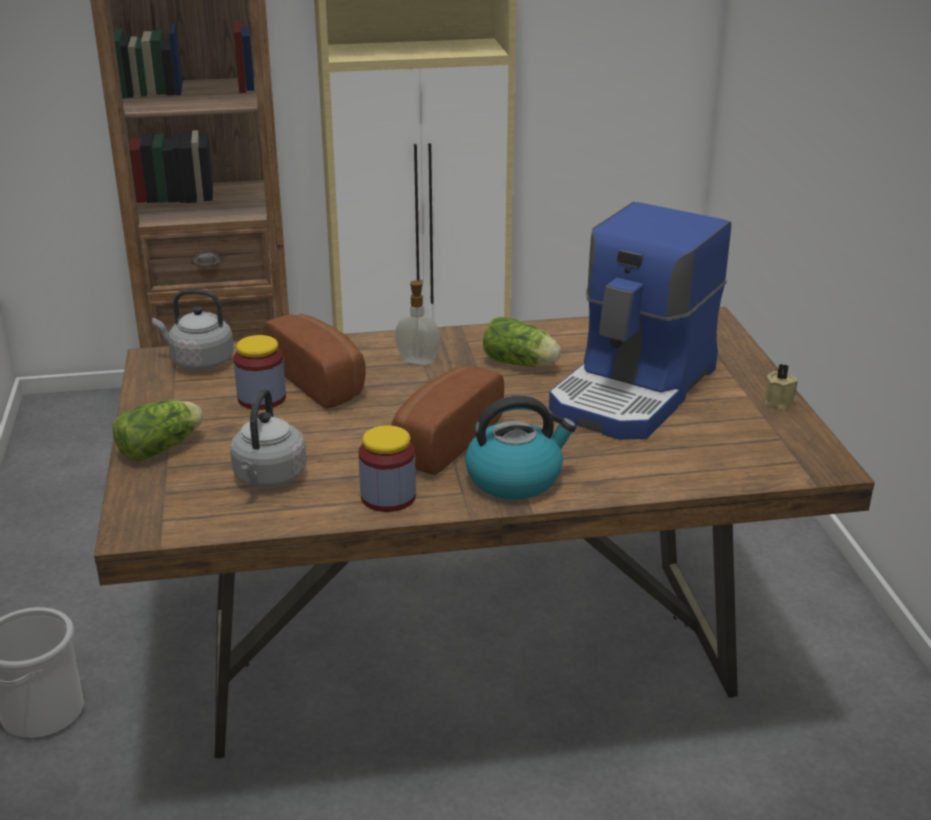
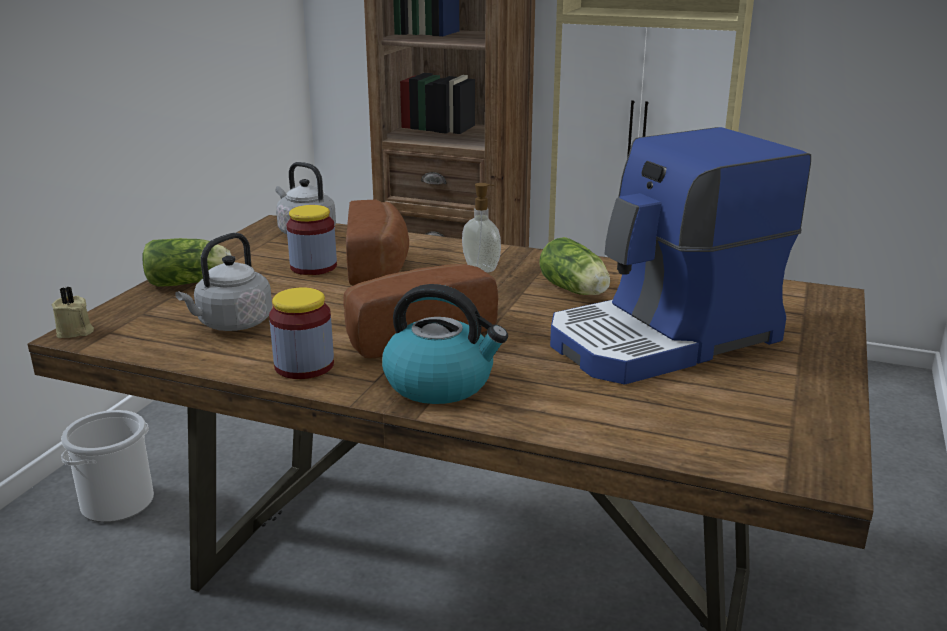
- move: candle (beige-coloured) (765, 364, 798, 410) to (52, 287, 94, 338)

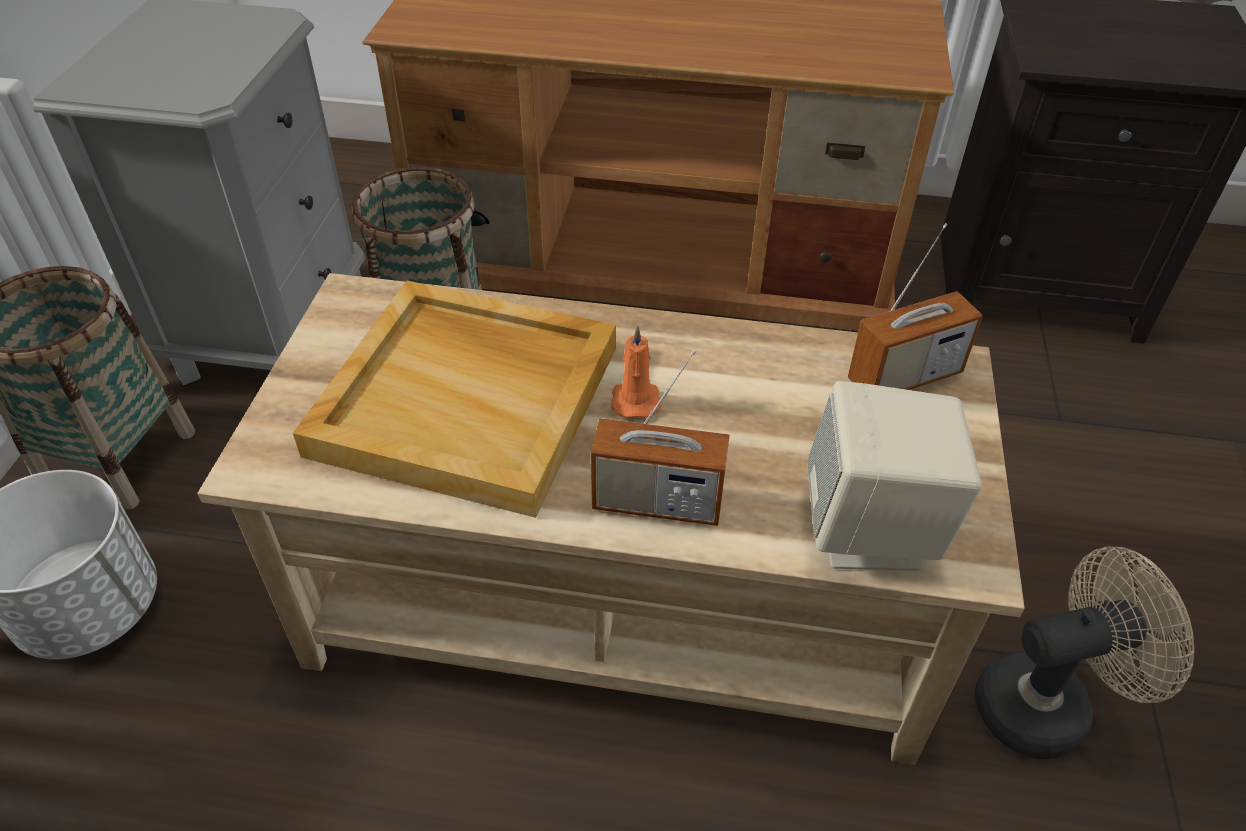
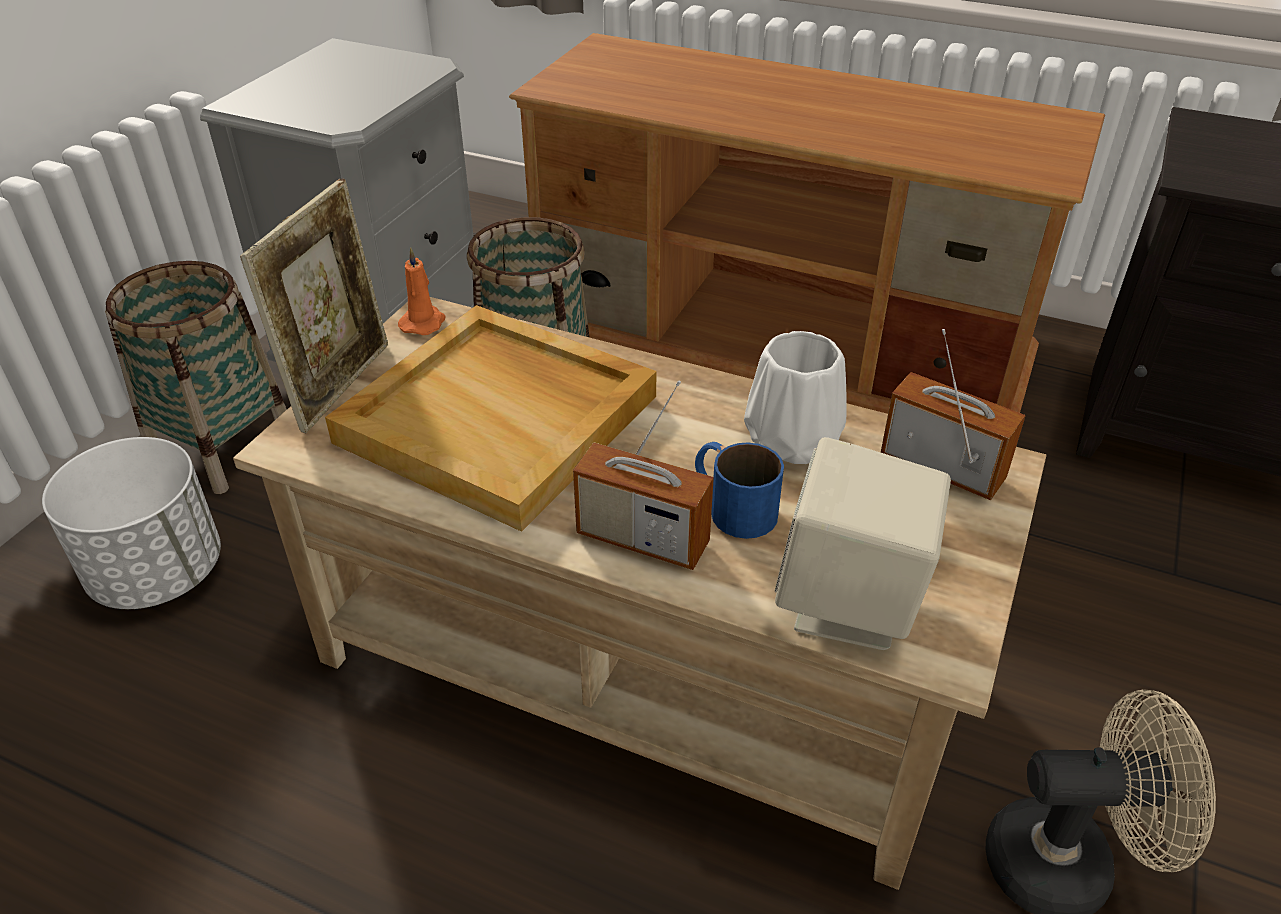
- insert: photo frame (240, 178, 388, 433)
- move: candle (orange-coloured) (611, 325, 662, 418) to (398, 247, 445, 335)
- insert: coffee mug (blue) (695, 442, 784, 539)
- insert: decorative vase (whitish) (744, 331, 847, 464)
- rotate: radio (848, 223, 983, 390) = (881, 329, 1026, 500) 135 degrees counterclockwise

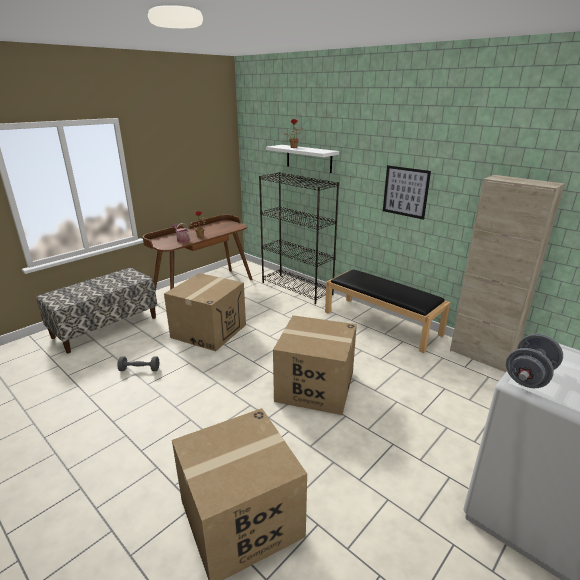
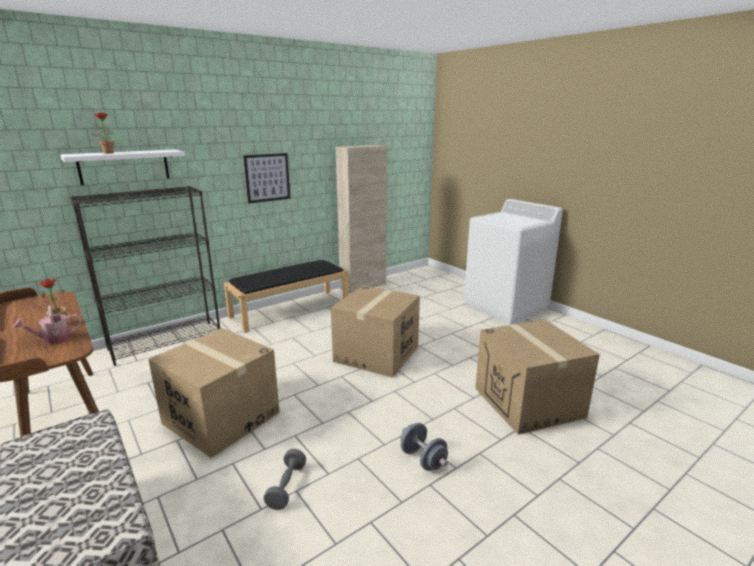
- move: free weight (grey) (506, 334, 563, 388) to (400, 423, 448, 471)

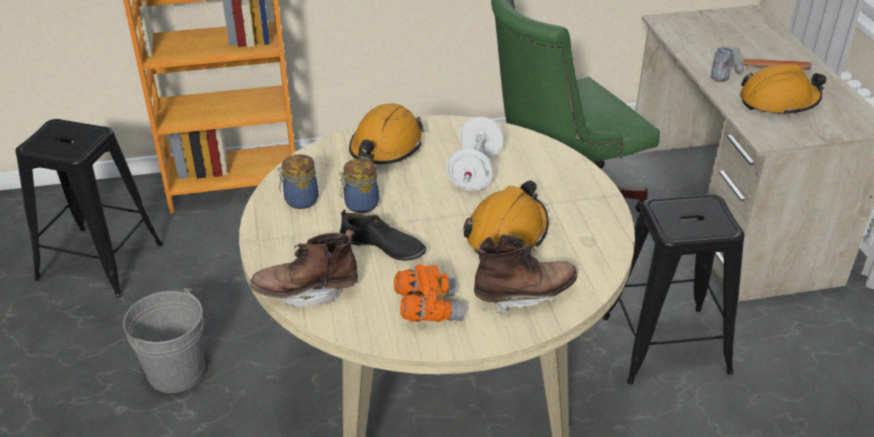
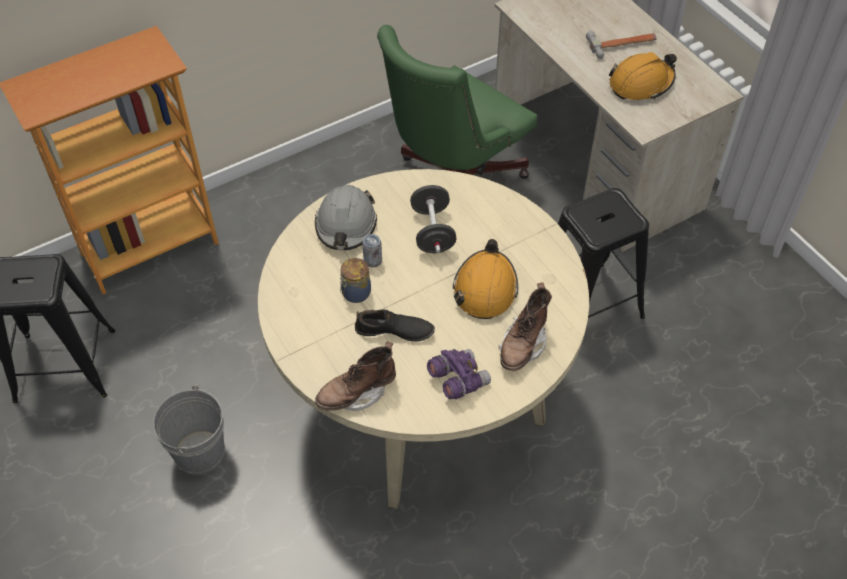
- recolor: safety helmet (orange-coloured) (349, 103, 424, 164) to safety helmet (grey) (315, 185, 377, 250)
- move: metal can (711, 47, 734, 82) to (362, 234, 382, 268)
- recolor: free weight (whitish) (447, 117, 504, 191) to free weight (blackish) (410, 185, 456, 253)
- recolor: pair of binoculars (orange-coloured) (394, 264, 465, 322) to pair of binoculars (purple) (427, 349, 491, 399)
- rotate: tall boot (brown-coloured) (474, 234, 578, 315) = (498, 282, 552, 371) 150 degrees clockwise
- delete: preserve jar (277, 154, 318, 209)

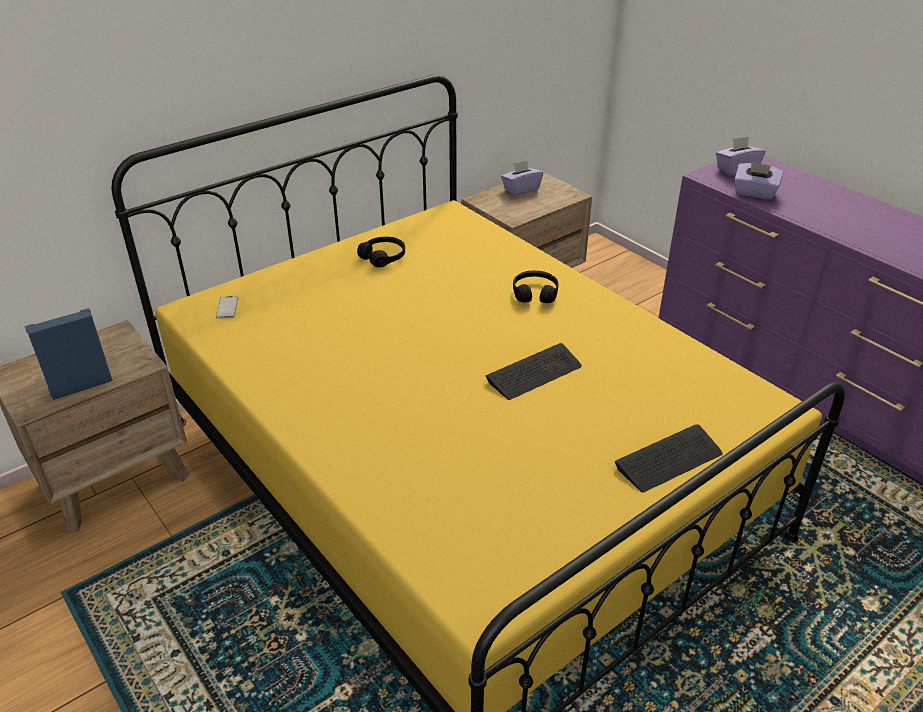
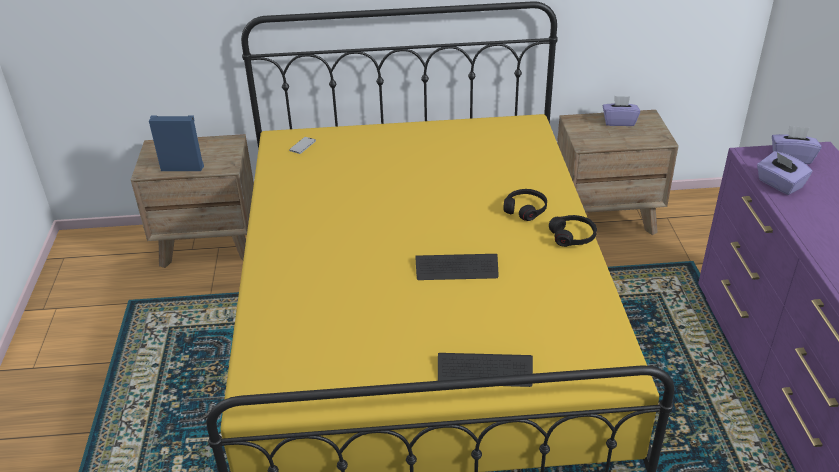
- move: headset (blackish) (357, 237, 405, 267) to (549, 215, 597, 247)

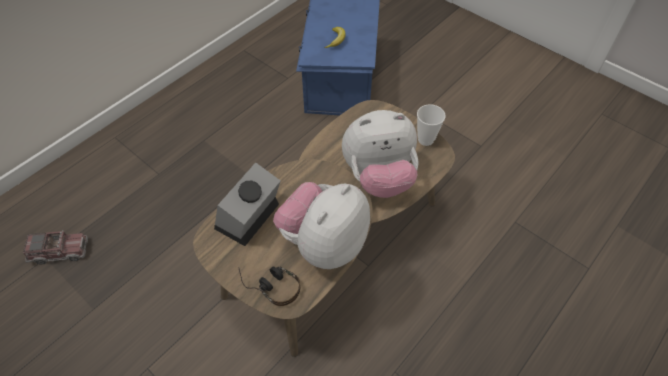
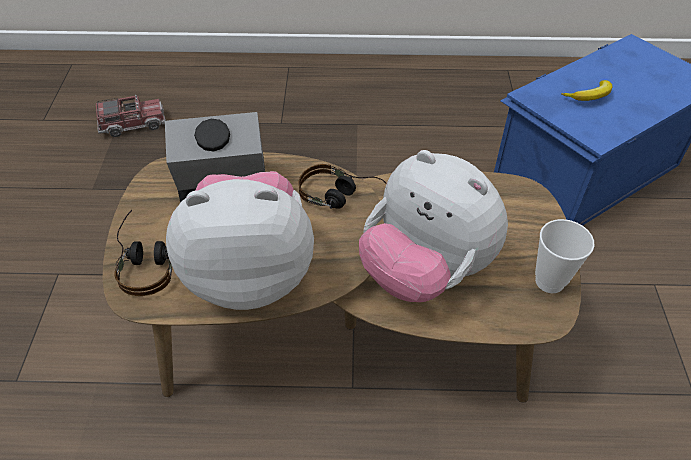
- rotate: model truck (23, 230, 88, 265) = (96, 95, 166, 137) 60 degrees counterclockwise
- insert: headset (298, 164, 387, 209)

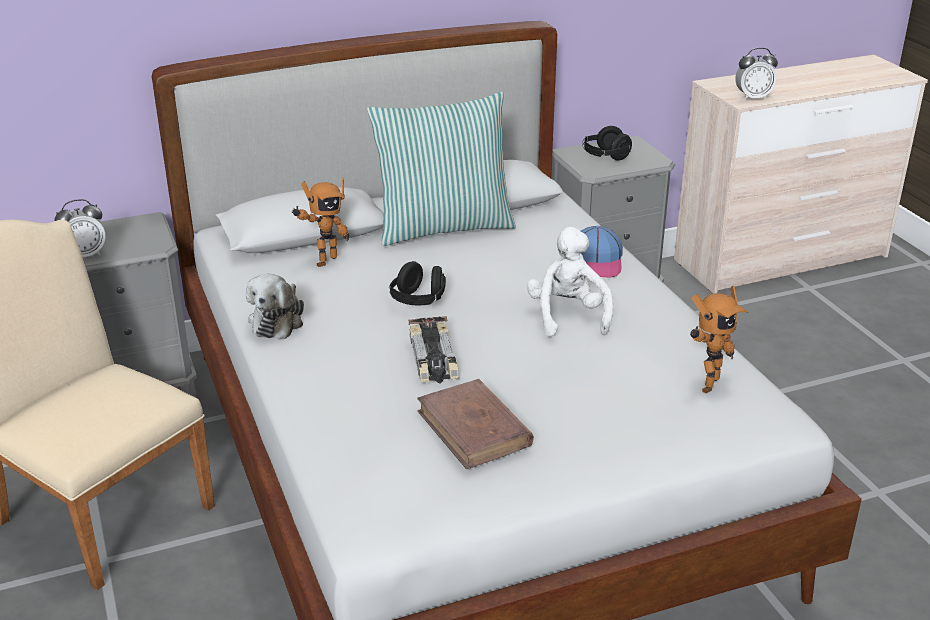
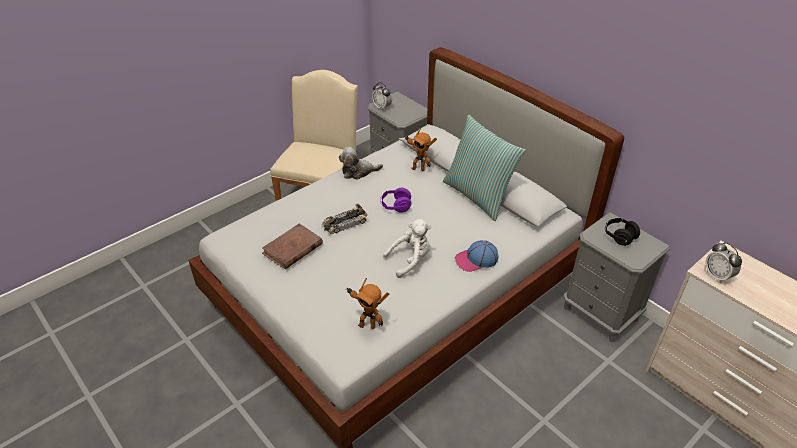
- recolor: headset (blackish) (389, 261, 446, 305) to headset (purple) (380, 188, 411, 213)

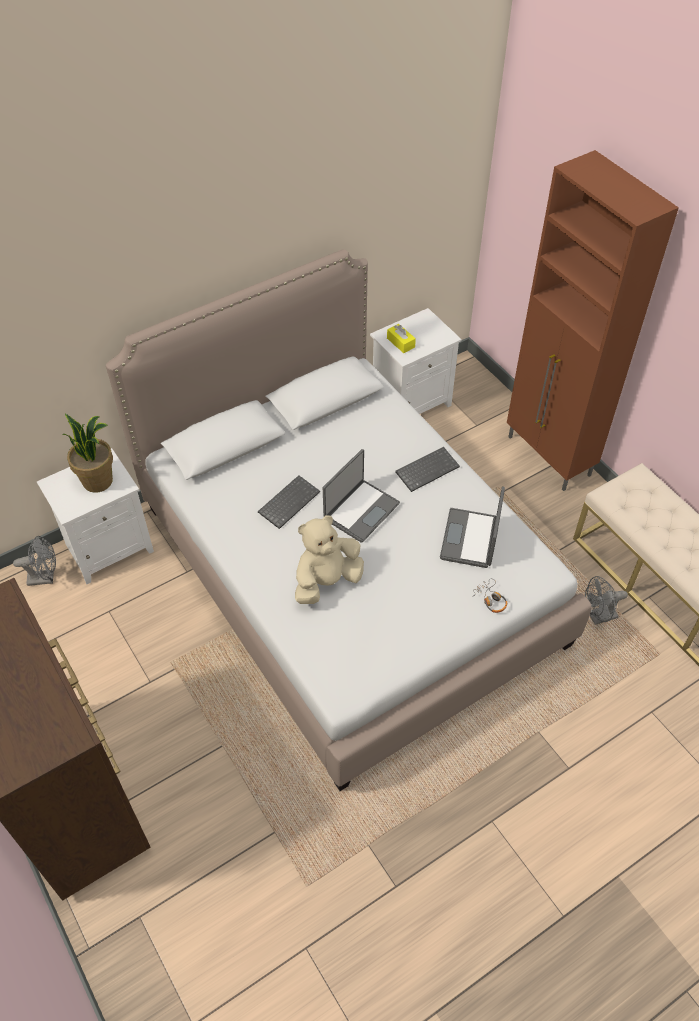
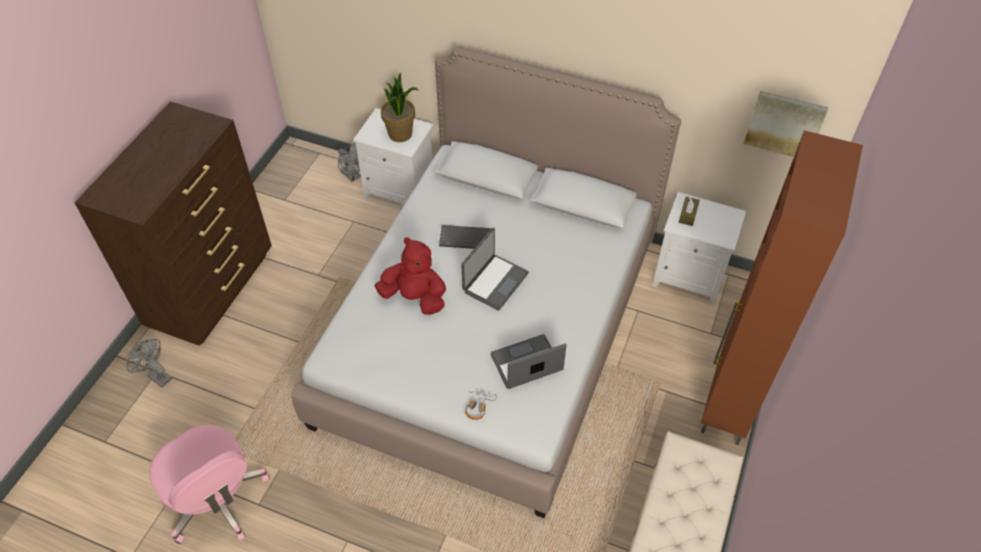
- move: electric fan (grey) (585, 576, 628, 625) to (127, 339, 172, 388)
- insert: office chair (pink) (149, 424, 270, 544)
- recolor: plush toy (beige-coloured) (295, 515, 364, 604) to plush toy (red-coloured) (374, 238, 446, 315)
- rotate: notebook computer (323, 449, 400, 543) = (461, 228, 529, 311) 60 degrees counterclockwise
- recolor: box of tissues (yellow) (387, 324, 416, 353) to box of tissues (brown-coloured) (679, 197, 700, 226)
- insert: wall art (744, 91, 828, 157)
- delete: computer keyboard (395, 447, 460, 492)

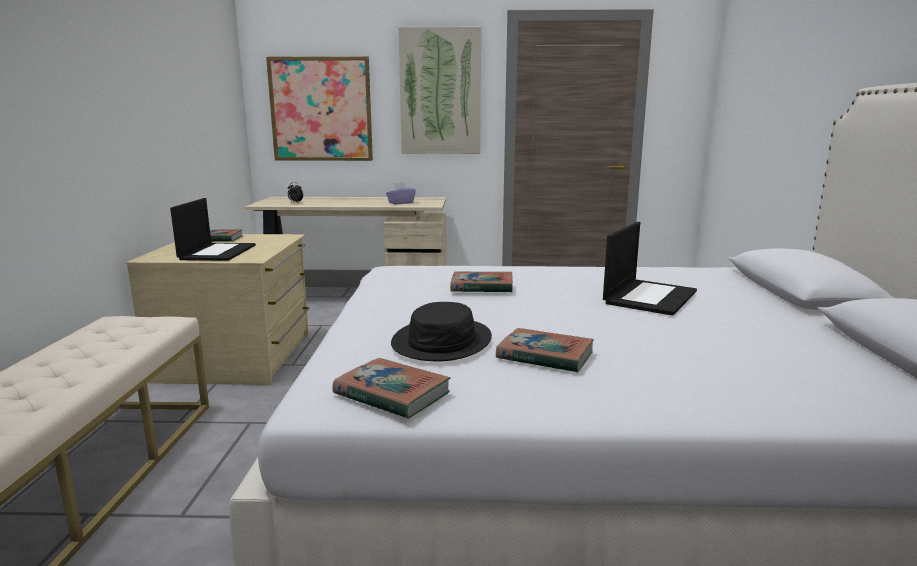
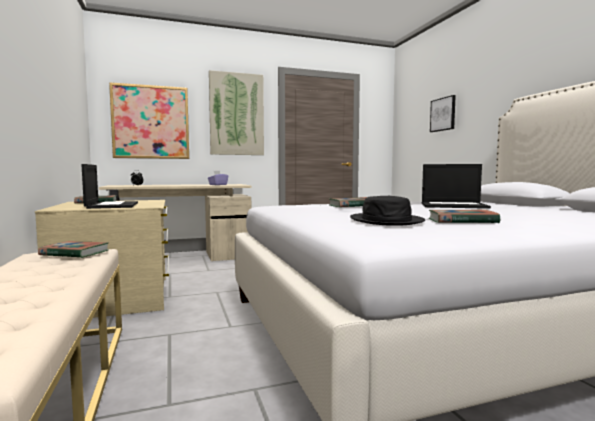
- move: bound book (333, 358, 451, 419) to (38, 241, 109, 258)
- rotate: notebook computer (603, 222, 697, 316) = (422, 164, 491, 209) 90 degrees clockwise
- insert: wall art (430, 95, 456, 132)

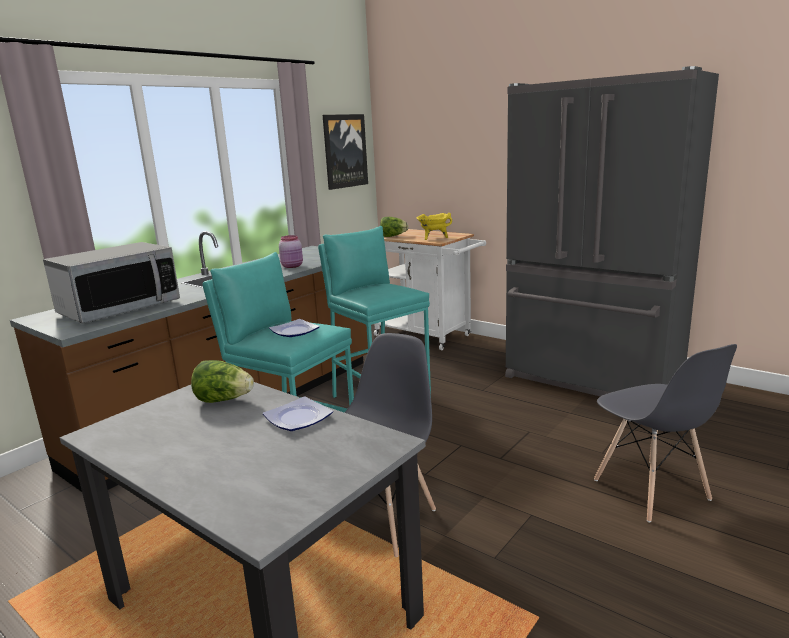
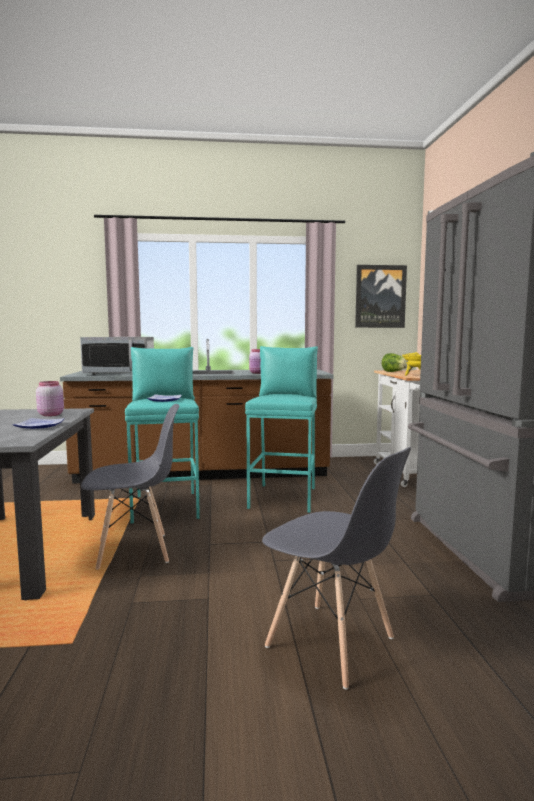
- replace: lettuce (191, 360, 254, 403) to preserve jar (pink) (36, 381, 64, 416)
- rotate: upright chair (grey) (594, 344, 737, 523) = (262, 447, 411, 690) 75 degrees counterclockwise

